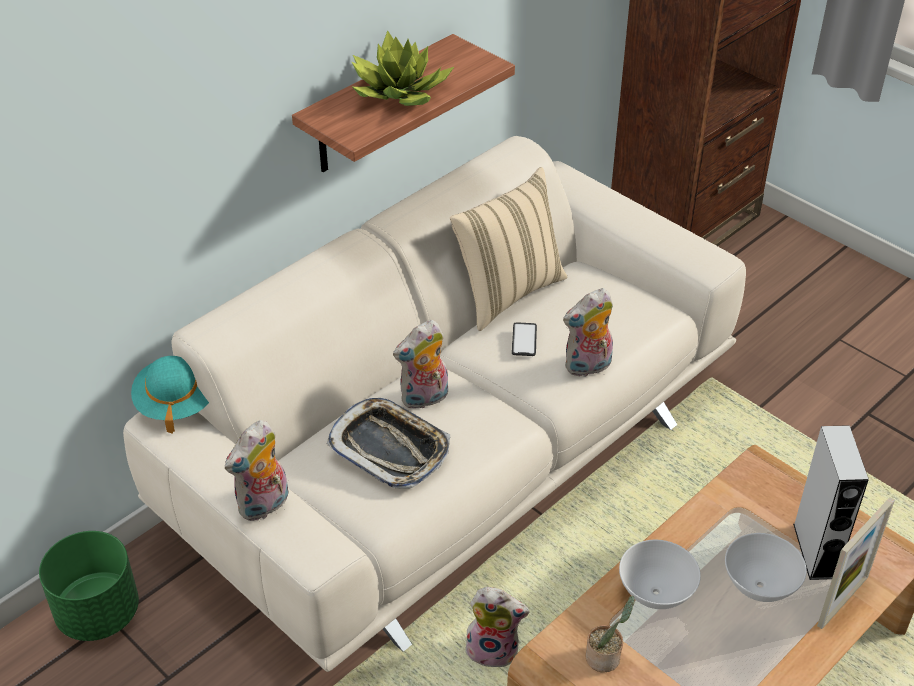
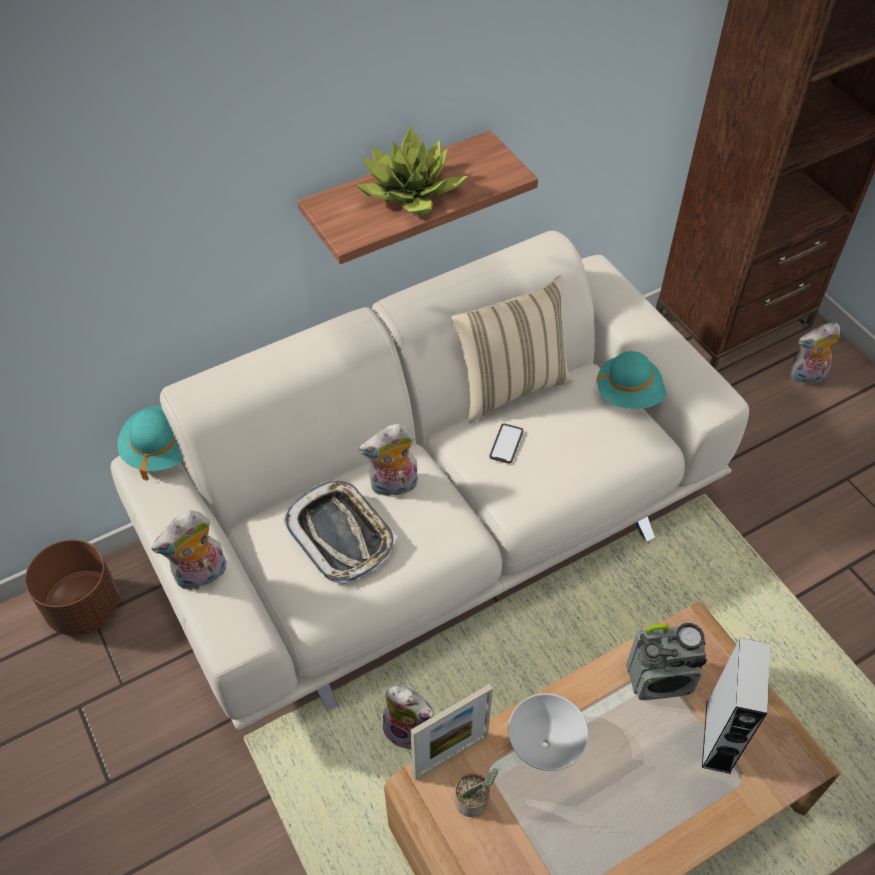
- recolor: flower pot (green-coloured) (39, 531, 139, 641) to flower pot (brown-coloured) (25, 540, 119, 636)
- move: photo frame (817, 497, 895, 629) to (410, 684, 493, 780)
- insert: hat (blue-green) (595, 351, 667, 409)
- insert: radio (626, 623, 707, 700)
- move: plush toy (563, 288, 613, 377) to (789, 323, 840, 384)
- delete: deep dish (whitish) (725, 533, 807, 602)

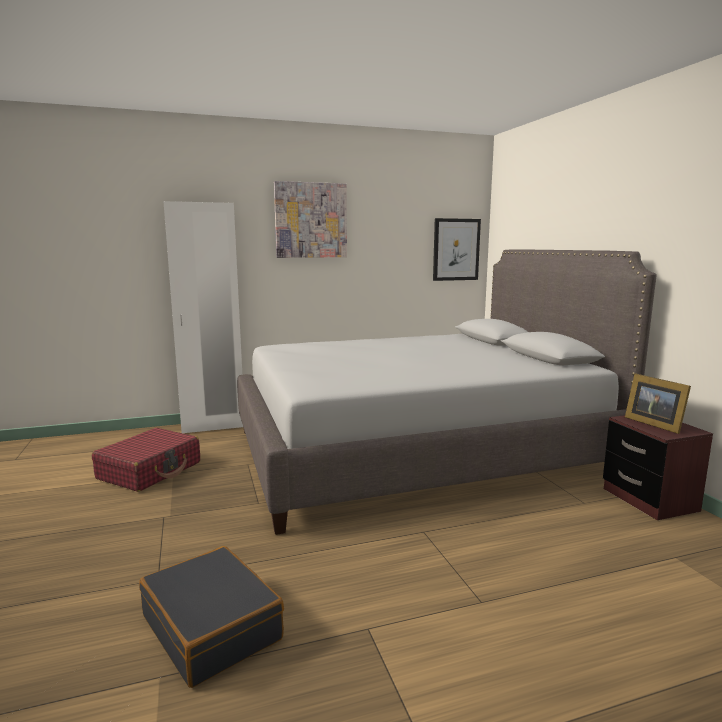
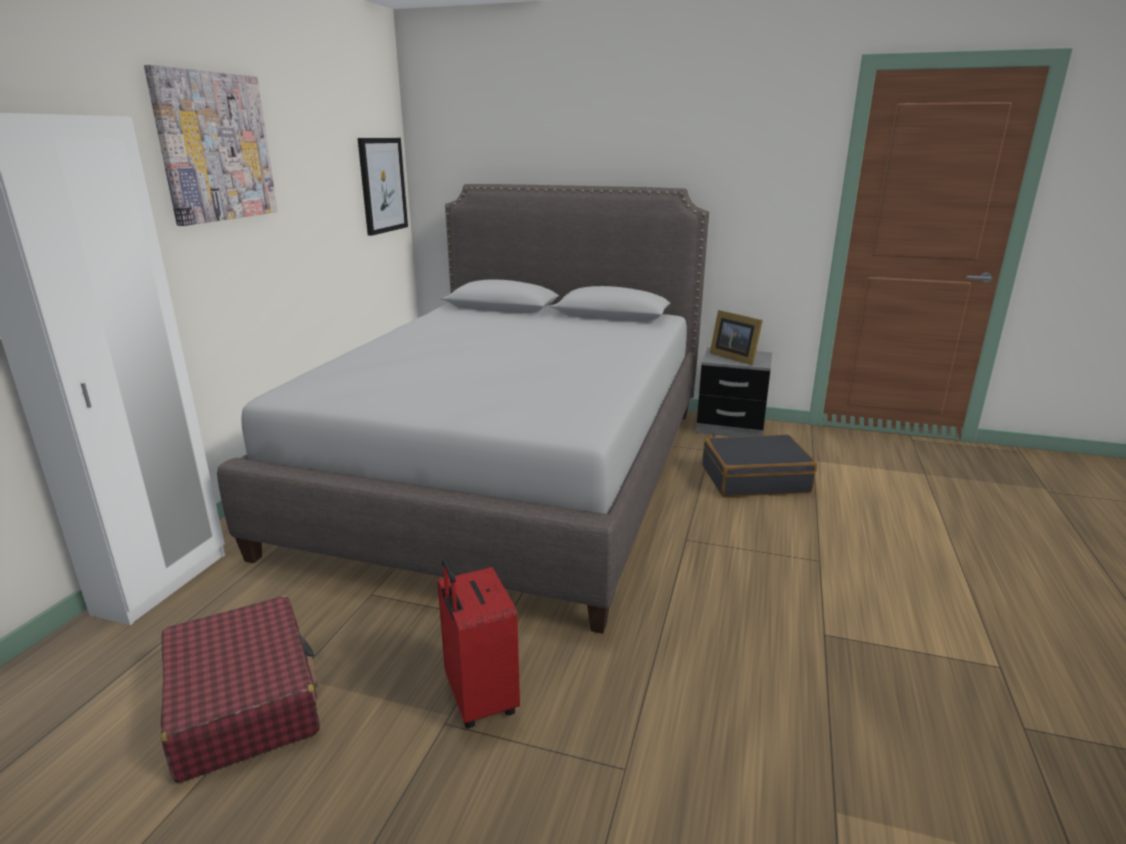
- insert: piece of luggage (red-coloured) (437, 558, 520, 728)
- recolor: nightstand (brown-coloured) (603, 415, 713, 520) to nightstand (grey) (696, 347, 772, 437)
- move: piece of luggage (blackish) (139, 546, 284, 688) to (702, 434, 817, 497)
- rotate: photo frame (625, 374, 691, 434) = (710, 310, 763, 365) 45 degrees clockwise

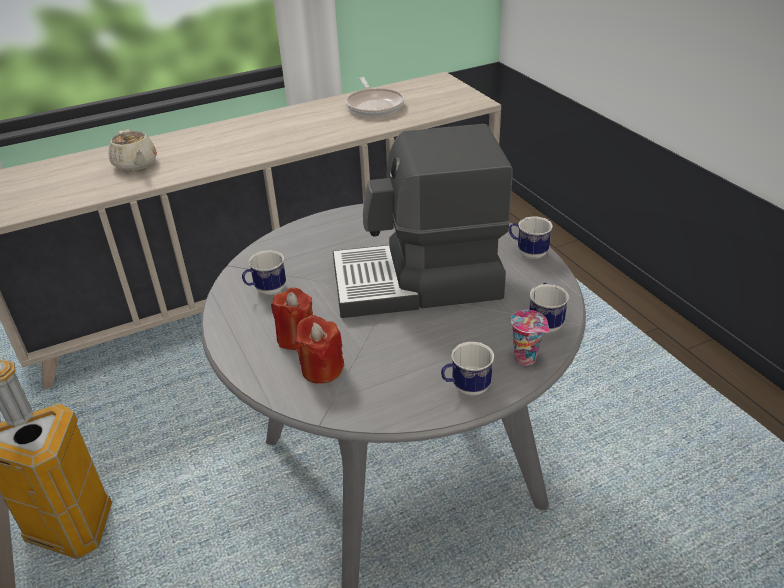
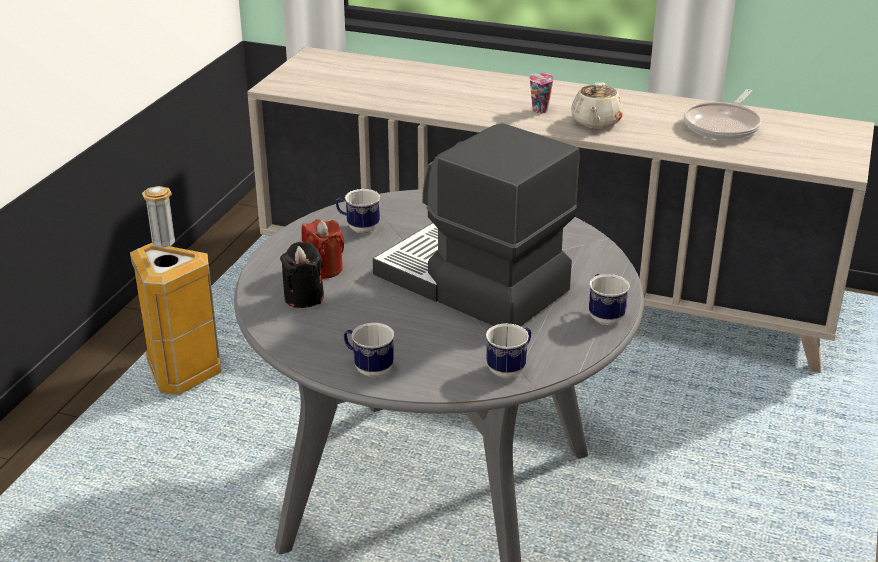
- recolor: candle (red-coloured) (295, 315, 344, 384) to candle (blackish) (280, 241, 324, 308)
- move: small cup (511, 310, 549, 365) to (529, 73, 554, 114)
- move: pot for tea (beige-coloured) (109, 129, 157, 171) to (571, 82, 623, 129)

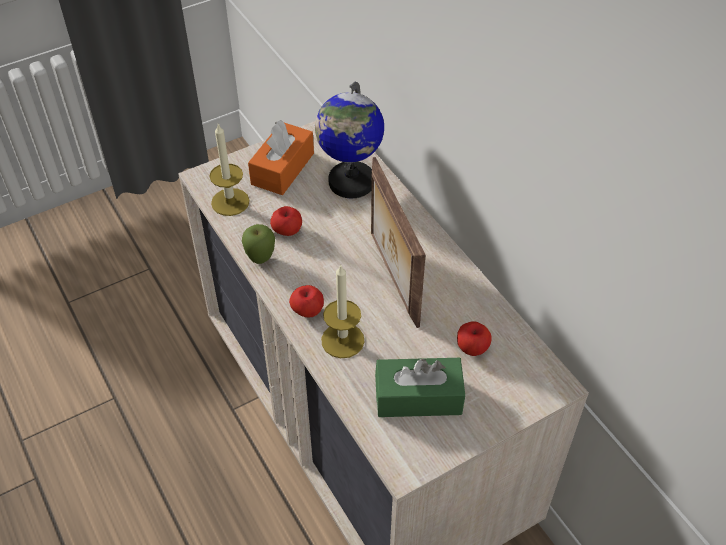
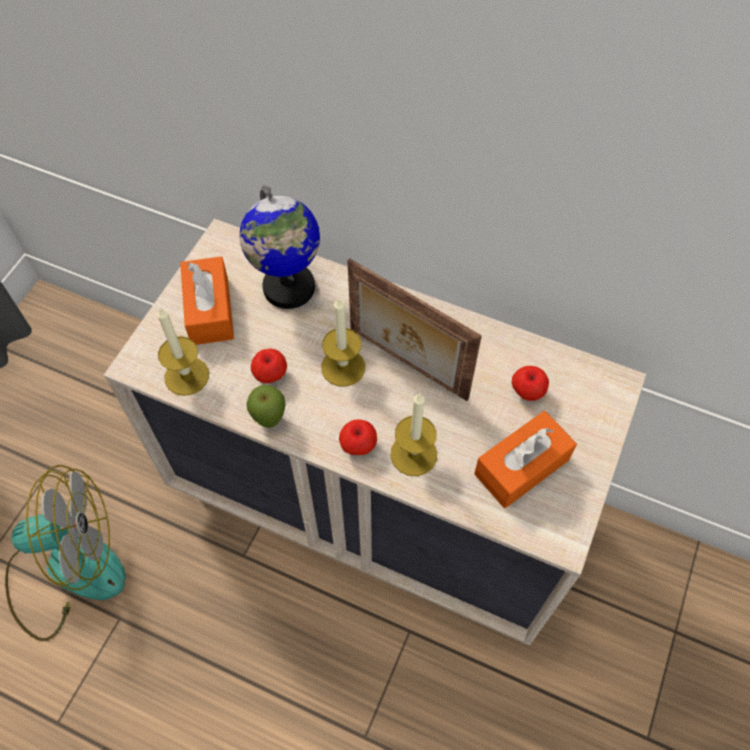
- insert: electric fan (5, 465, 126, 641)
- insert: candle (321, 298, 365, 387)
- recolor: box of tissues (green-coloured) (375, 358, 465, 417) to box of tissues (orange-coloured) (474, 411, 577, 508)

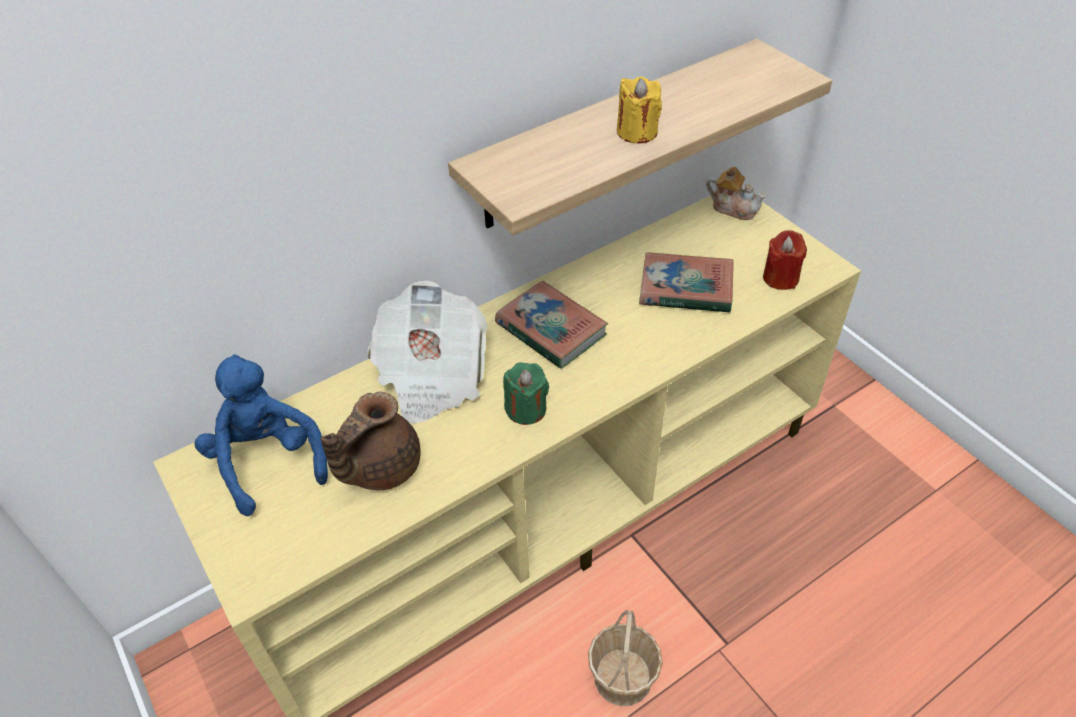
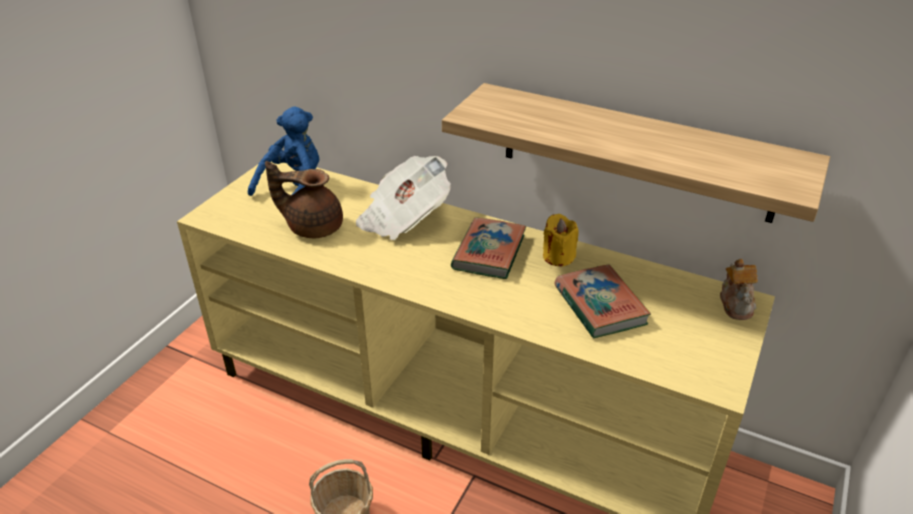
- move: candle (yellow) (617, 76, 662, 144) to (543, 214, 579, 266)
- delete: candle (green-coloured) (503, 362, 549, 425)
- delete: candle (red-coloured) (763, 230, 807, 290)

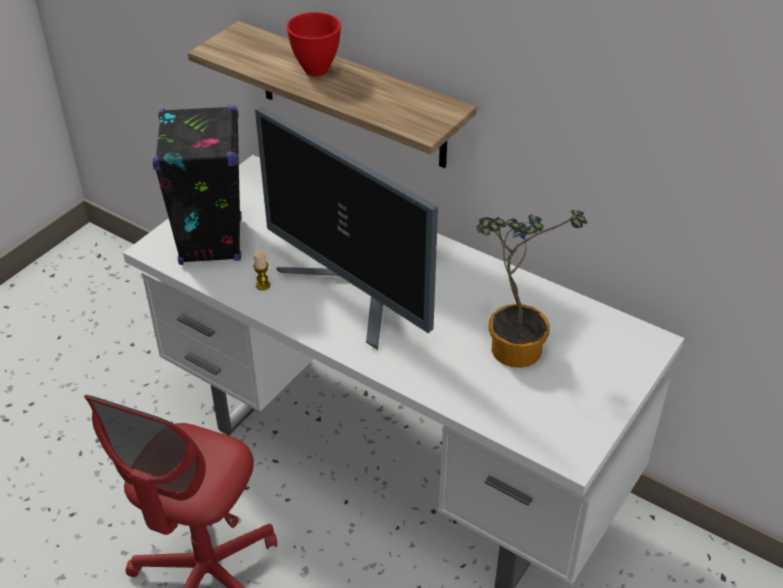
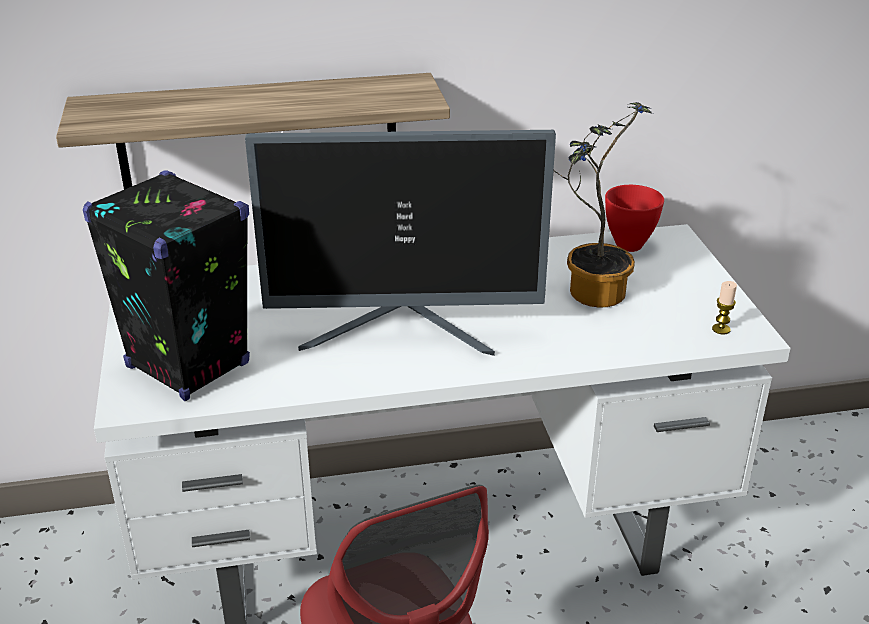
- move: deep dish (red-coloured) (287, 12, 341, 76) to (605, 185, 664, 252)
- move: candle (253, 250, 270, 290) to (712, 281, 737, 335)

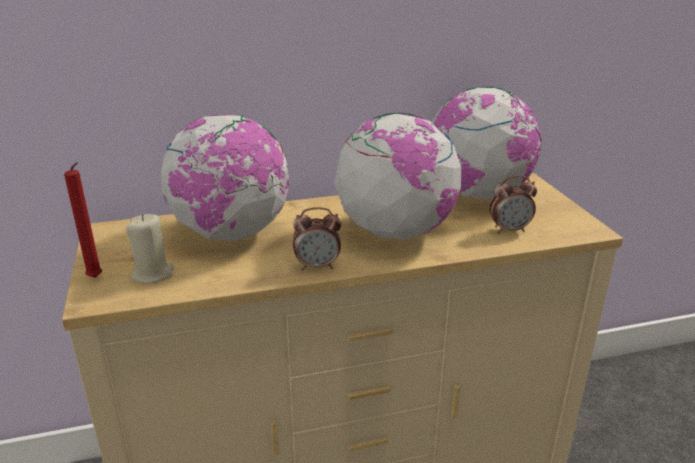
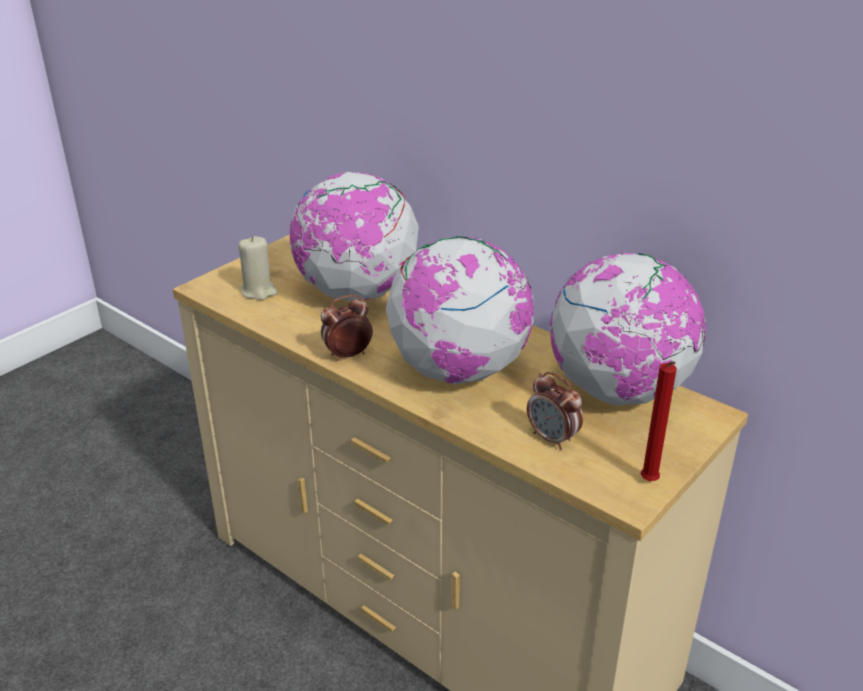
- rotate: table clock (293, 207, 341, 270) = (321, 295, 373, 361) 105 degrees clockwise
- move: candle (red-coloured) (64, 162, 102, 278) to (640, 361, 677, 481)

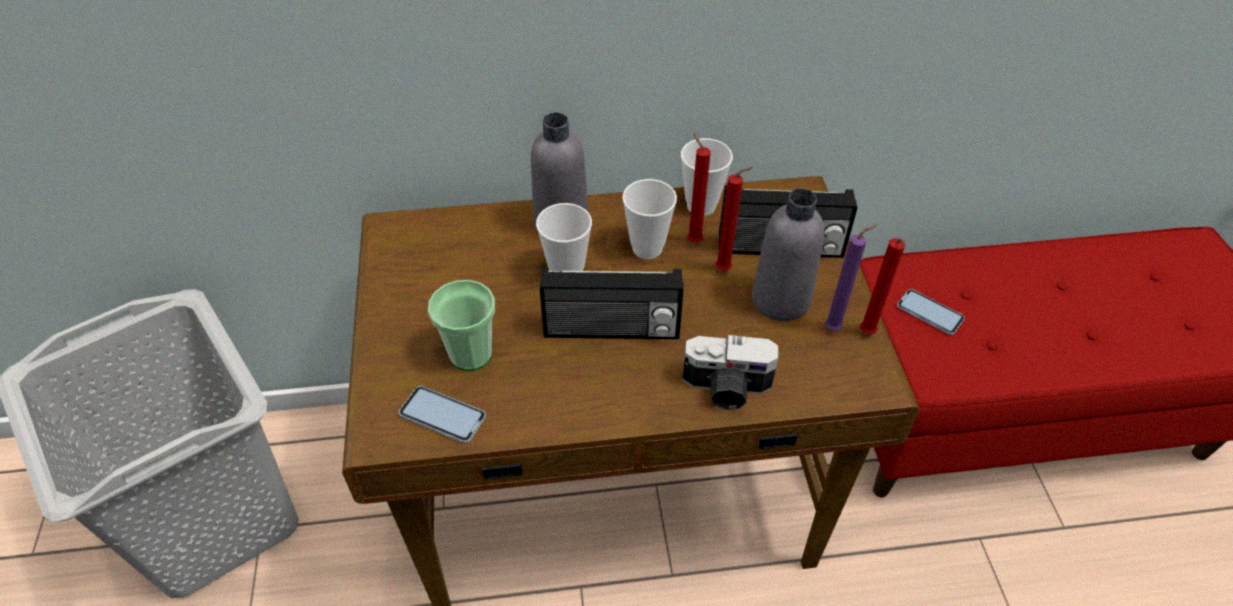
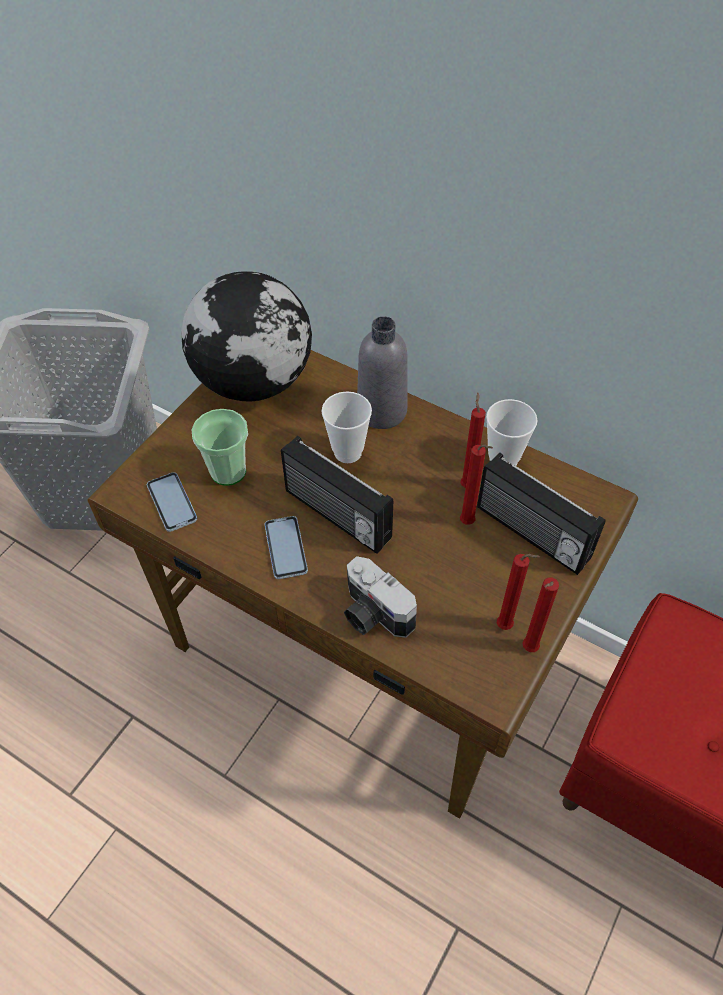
- insert: world globe (181, 271, 312, 401)
- move: phone (897, 289, 965, 335) to (265, 516, 308, 579)
- recolor: candle (purple) (825, 225, 877, 331) to candle (red-coloured) (497, 554, 540, 630)
- delete: small cup (622, 179, 677, 259)
- delete: bottle (grey) (752, 188, 825, 321)

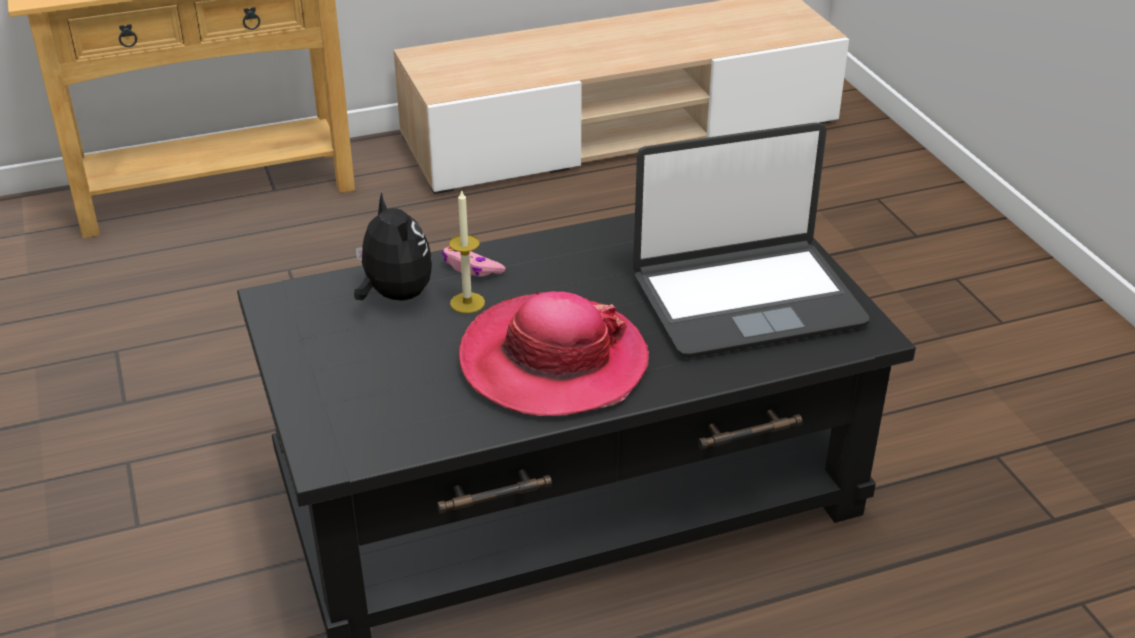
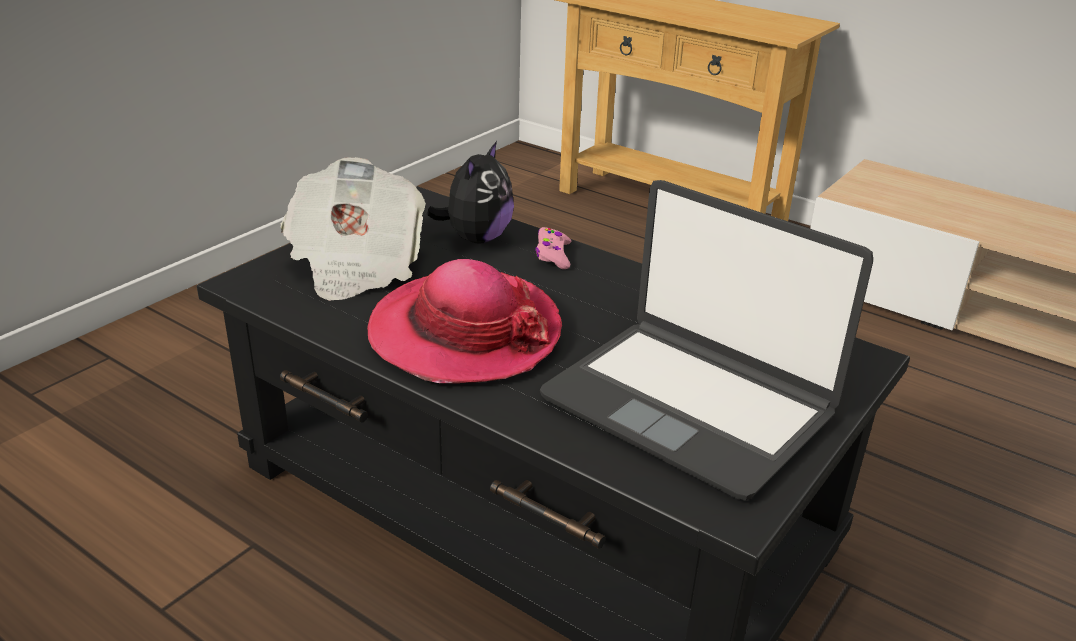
- insert: newspaper (281, 157, 426, 301)
- delete: candle (449, 189, 485, 313)

